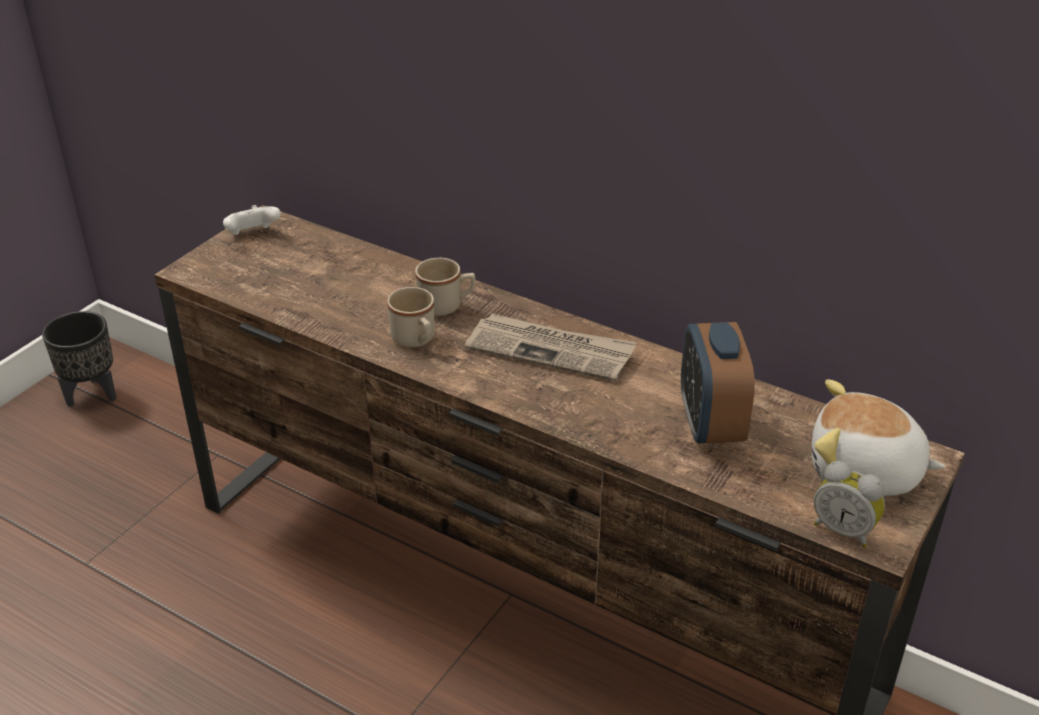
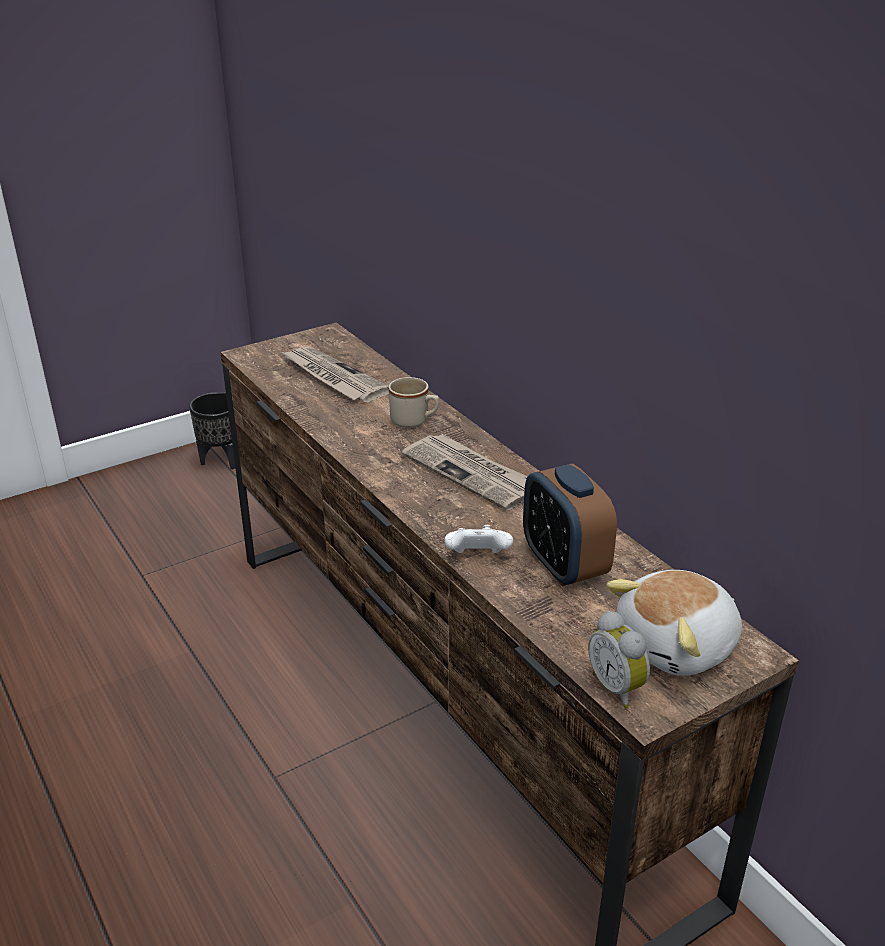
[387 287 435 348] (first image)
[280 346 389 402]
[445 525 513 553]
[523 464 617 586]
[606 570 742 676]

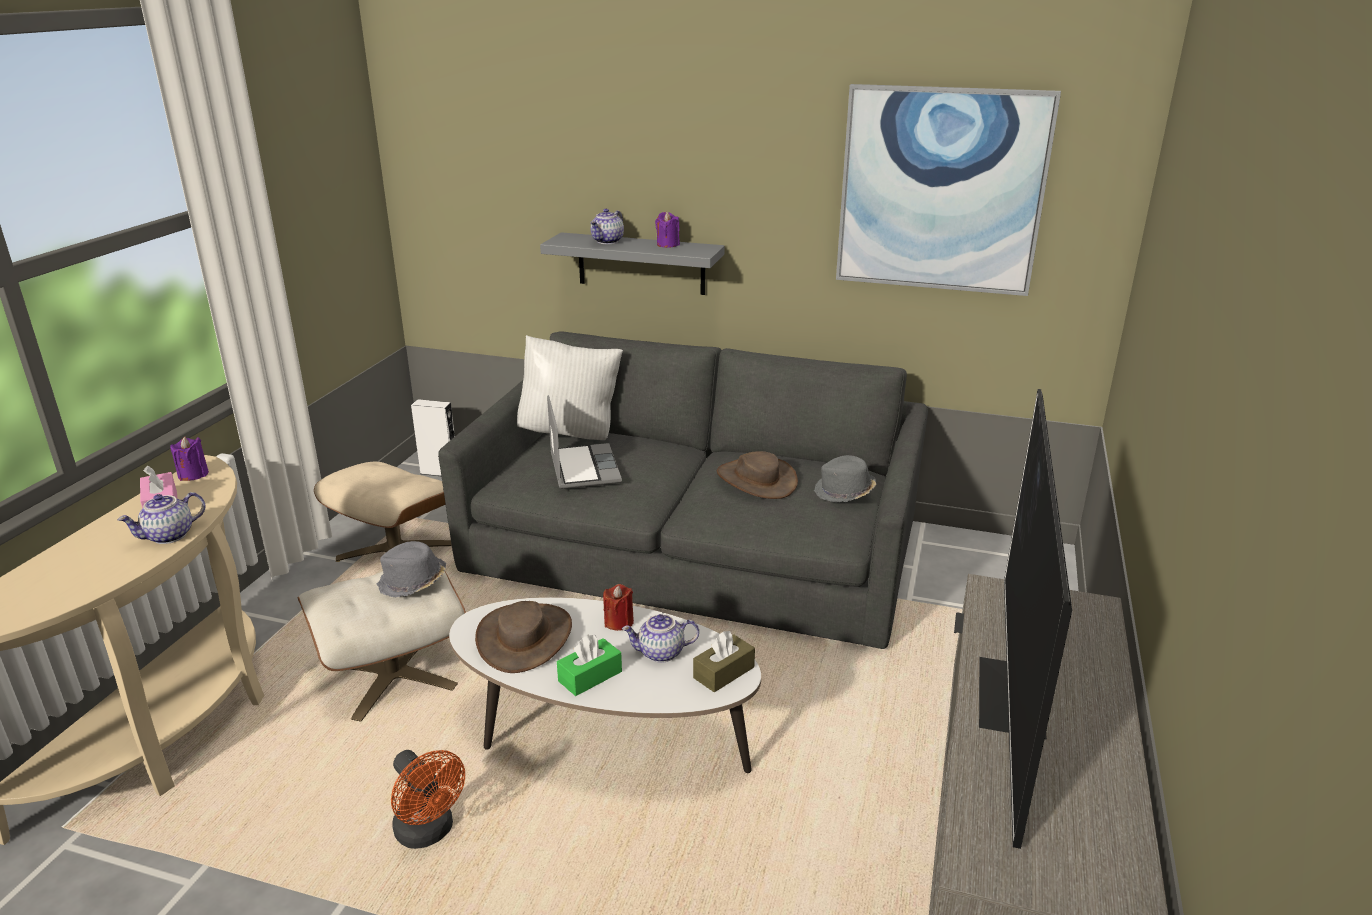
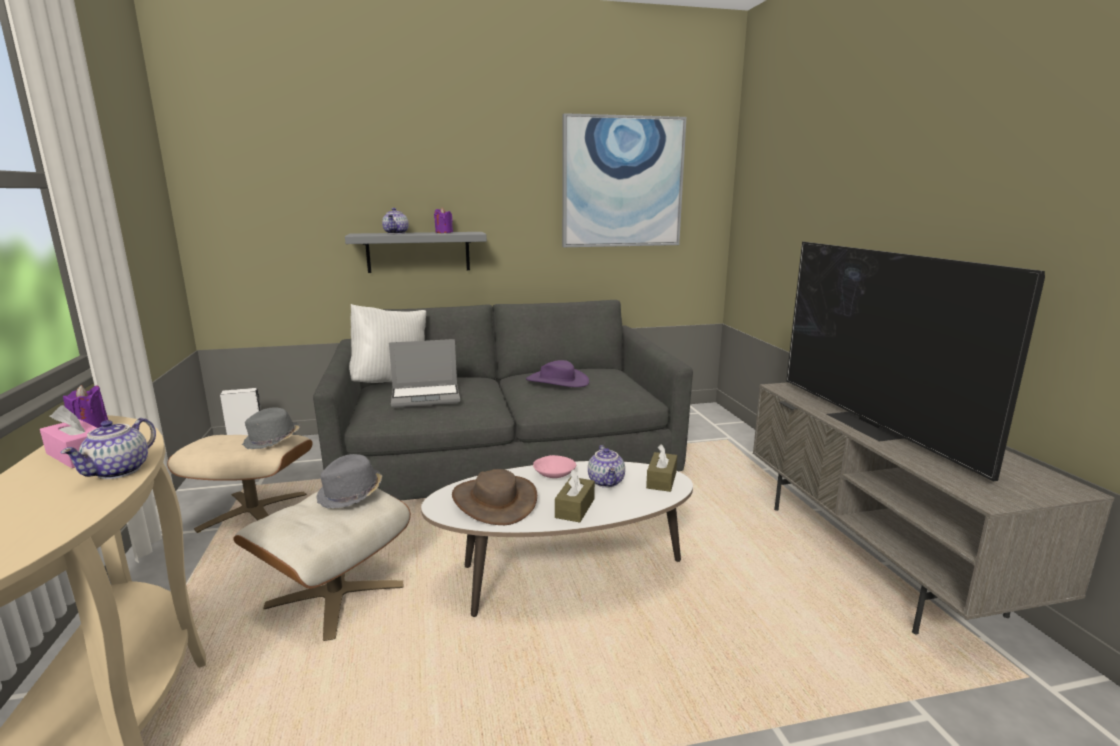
[391 750 465 849] (first image)
[242 407 300 449]
[533 455 576 478]
[555 469 595 522]
[526 360 589 387]
[389 339 460 408]
[588 445 625 488]

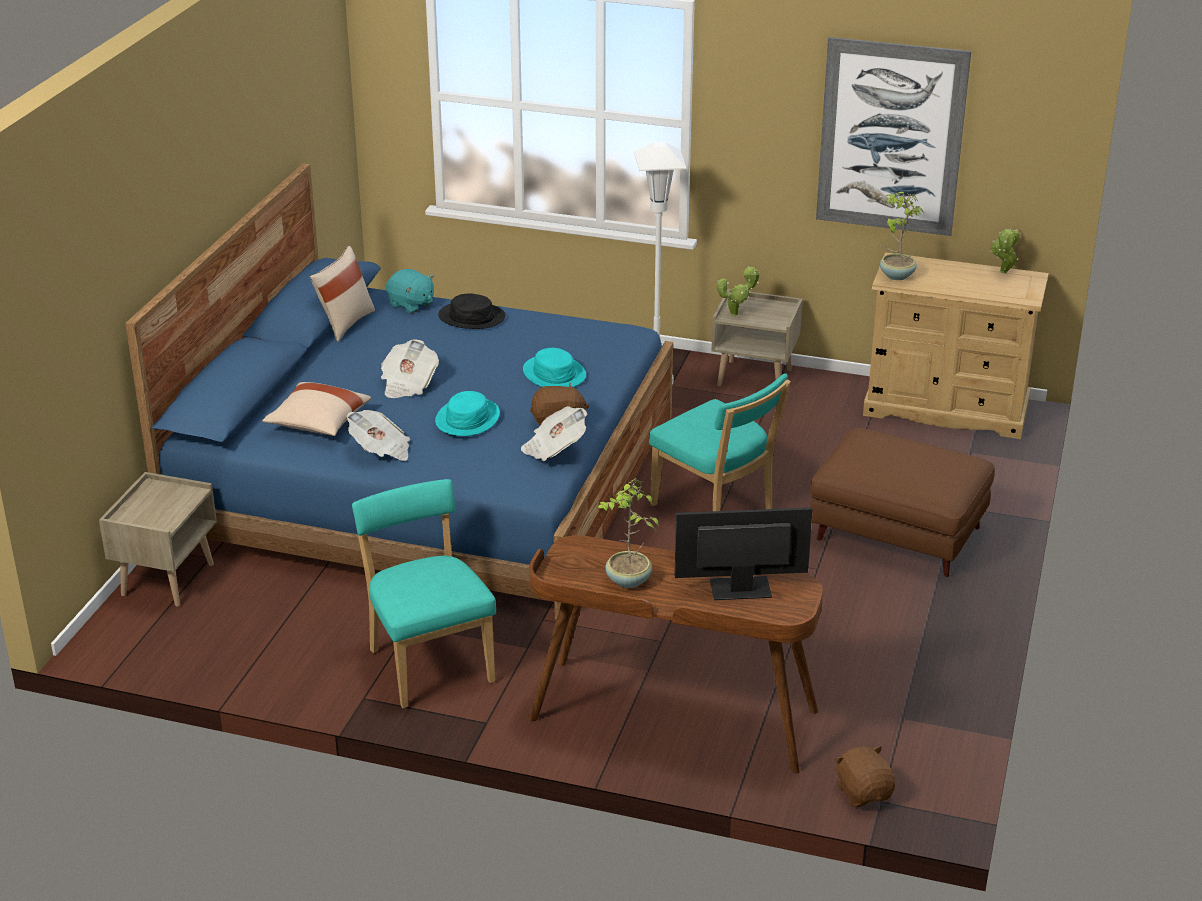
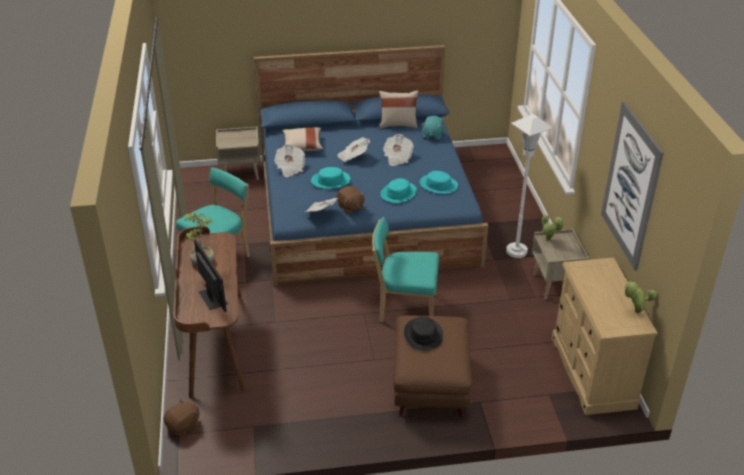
[880 192 923 280] (first image)
[383 134 414 166]
[419 171 458 194]
[404 317 443 350]
[372 217 439 322]

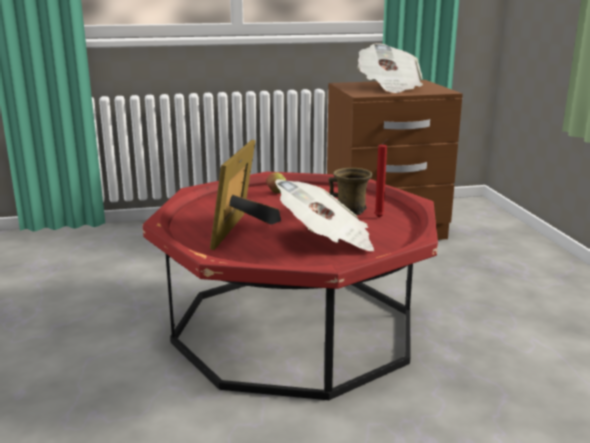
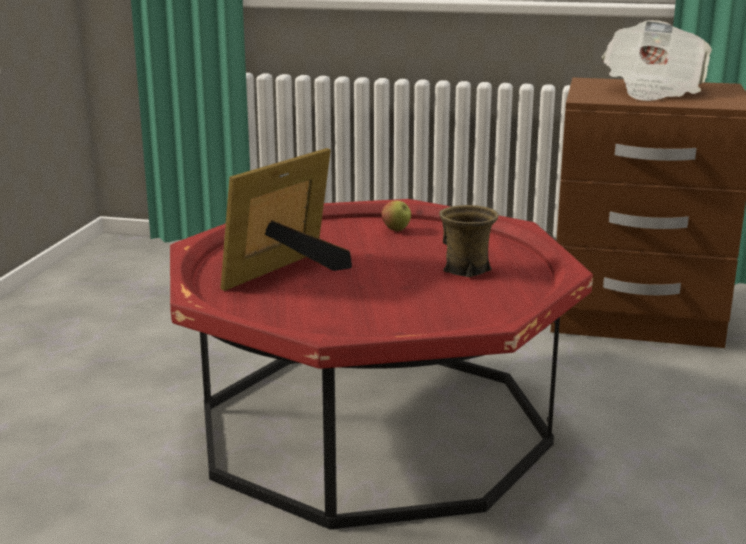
[275 179 374 251] (first image)
[374 139 389 218] (first image)

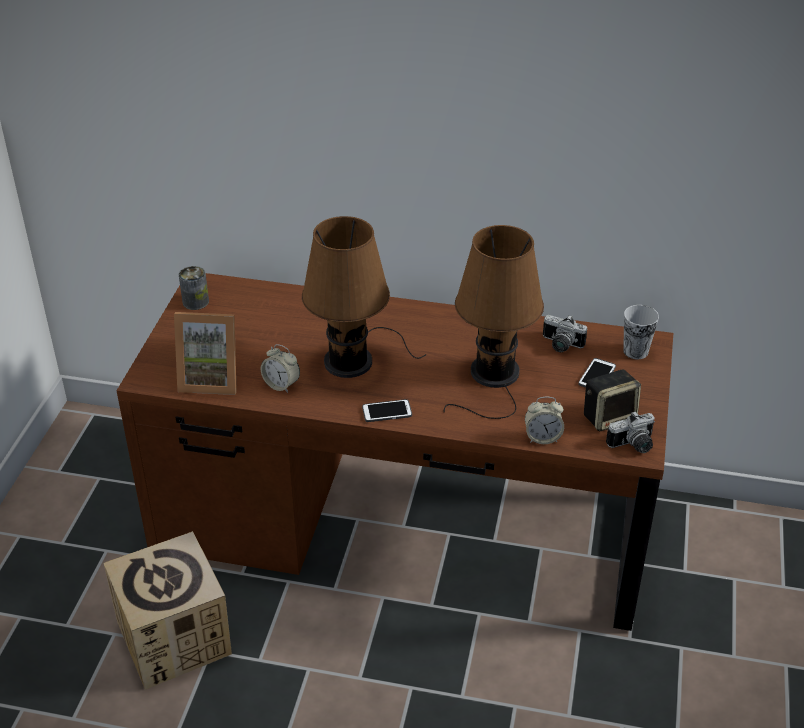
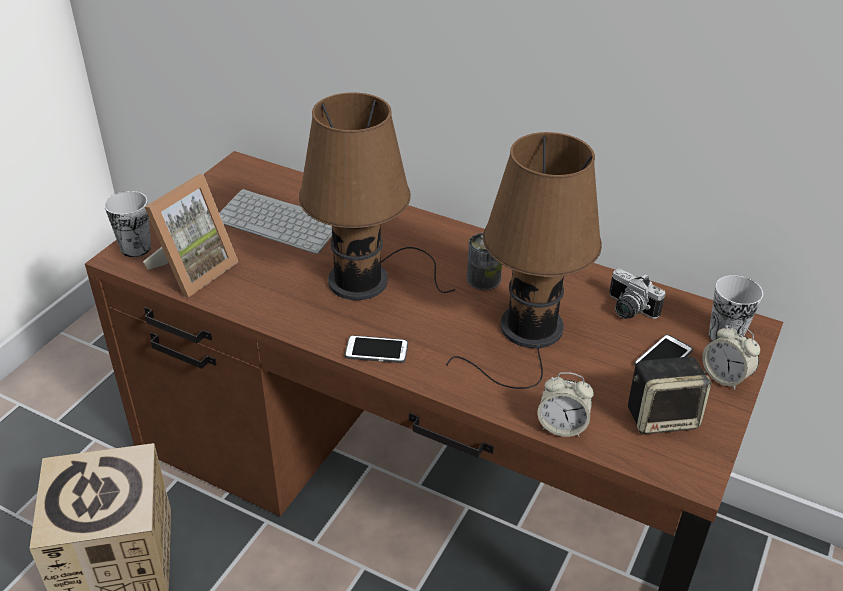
[606 411 655 453] (first image)
[104 191 151 257]
[219 189 332 254]
[467 233 502 290]
[702 323 760 390]
[143 174 238 297]

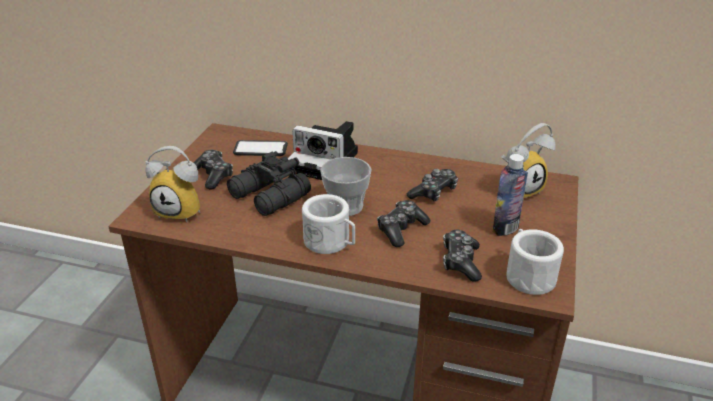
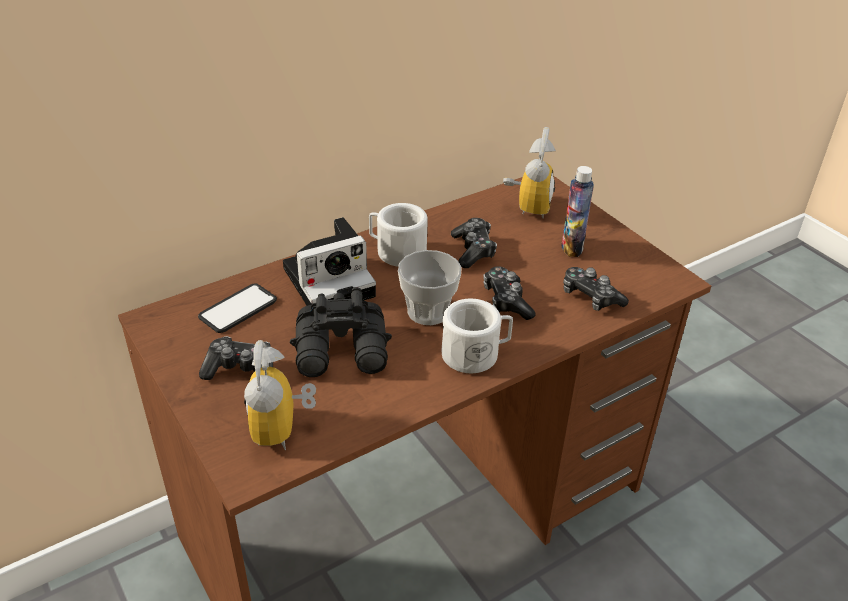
[369 203 428 267]
[244 340 316 450]

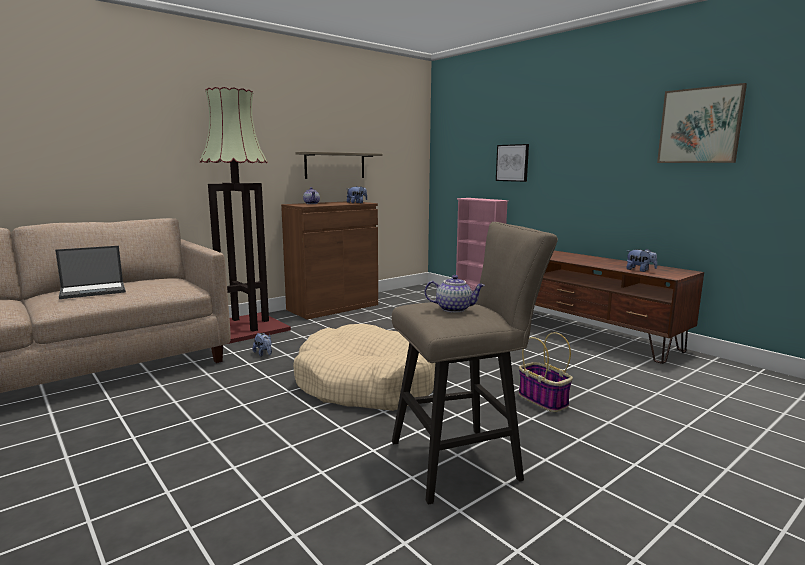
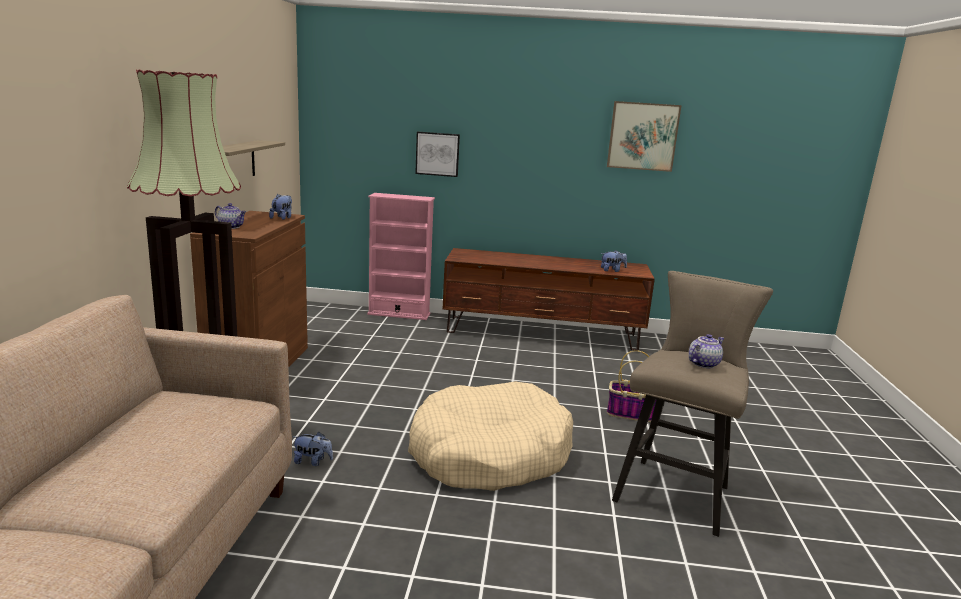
[55 246 126 299] (first image)

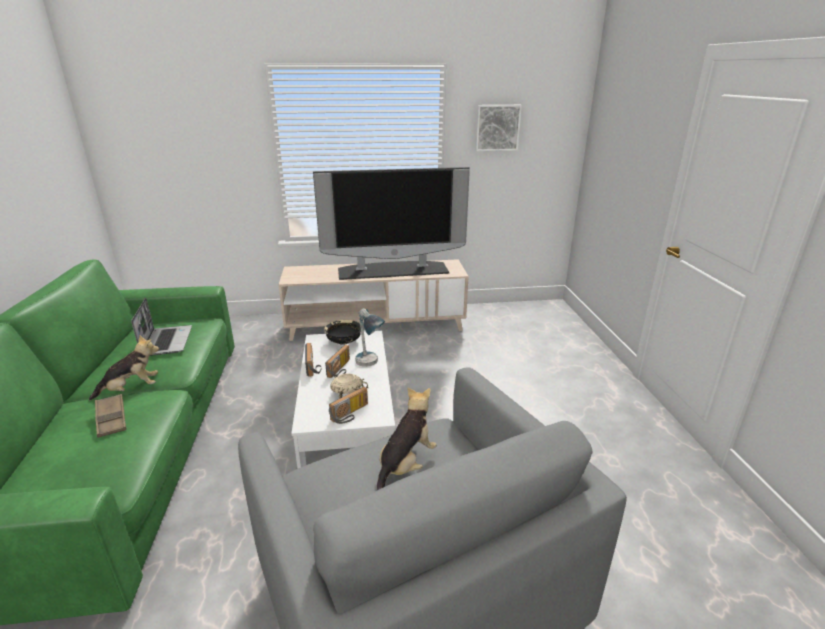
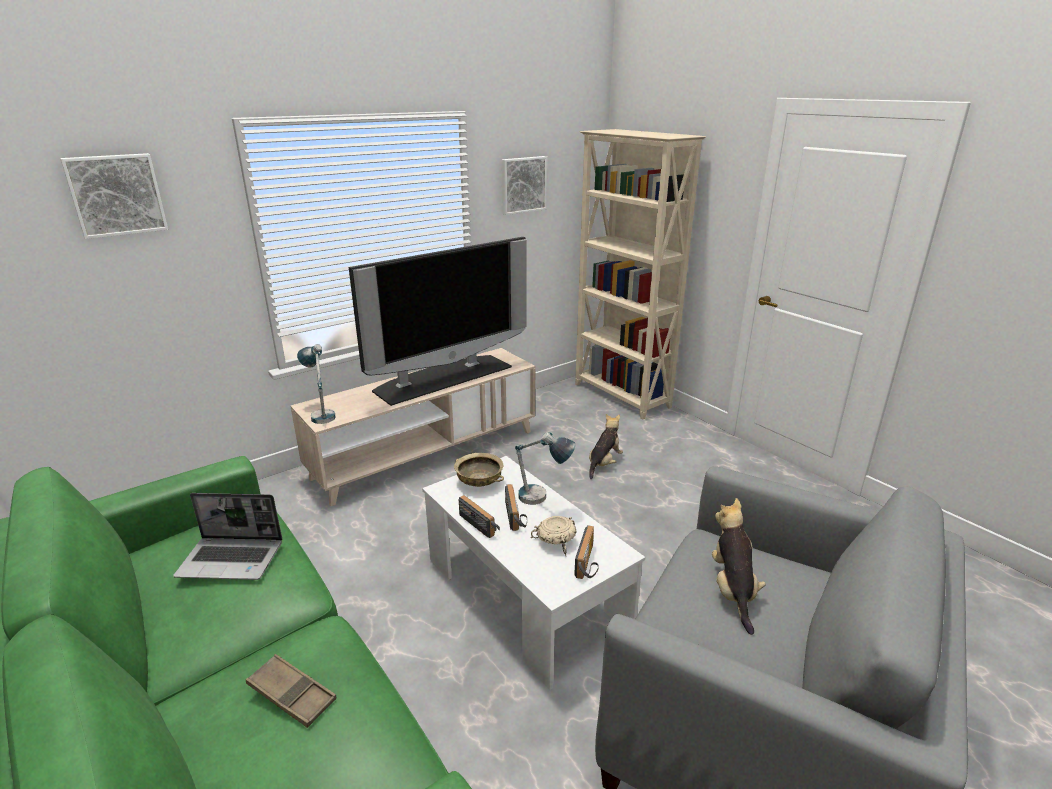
[60 153 168 239]
[297 344 336 424]
[575 129 706 420]
[589 414 623 479]
[454 453 504 487]
[173 493 282 580]

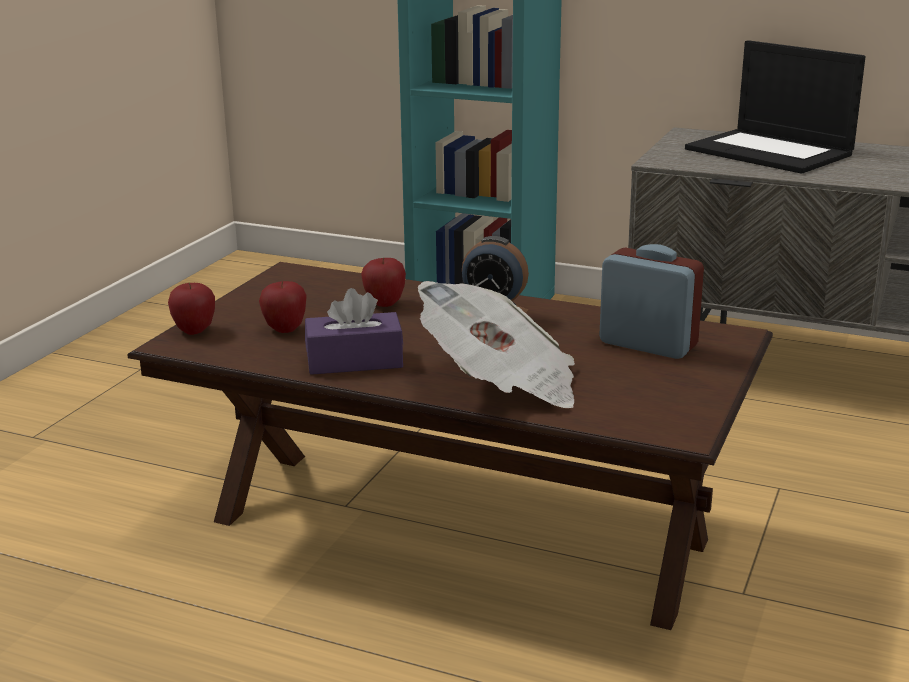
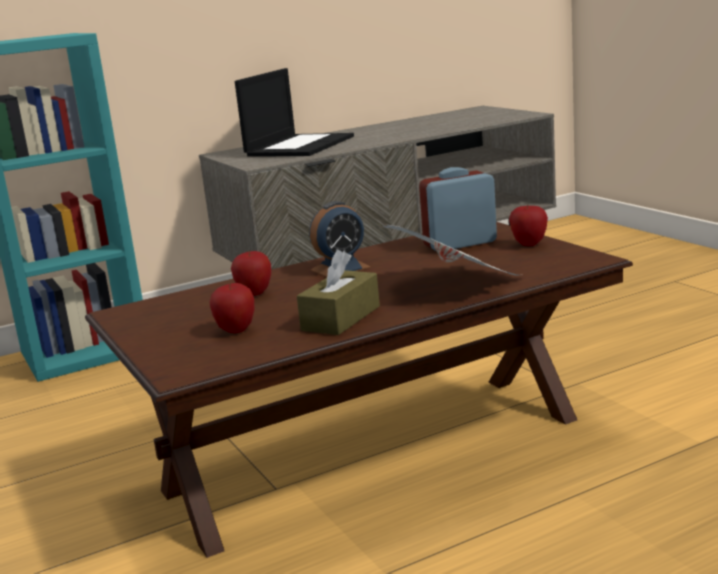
[509 206 548 246]
[297 250 380 335]
[235 68 354 157]

